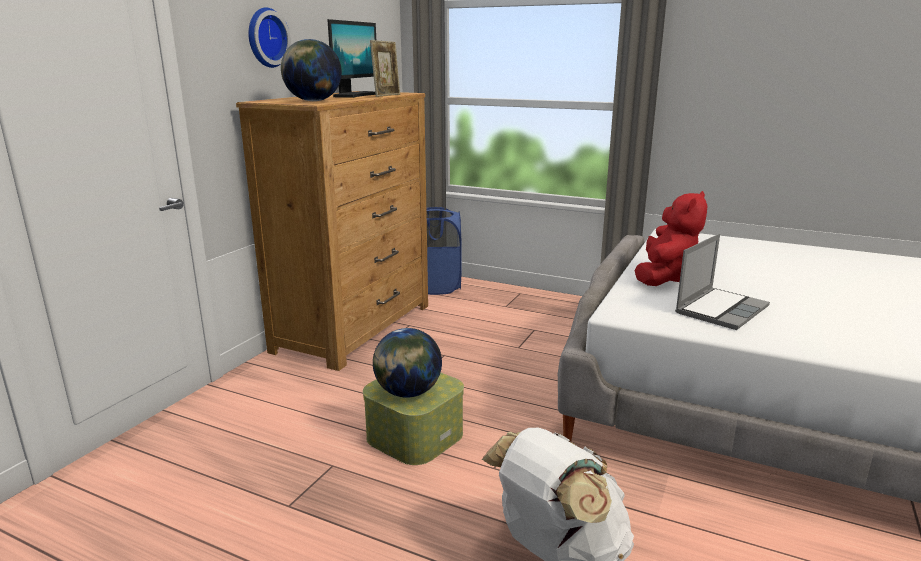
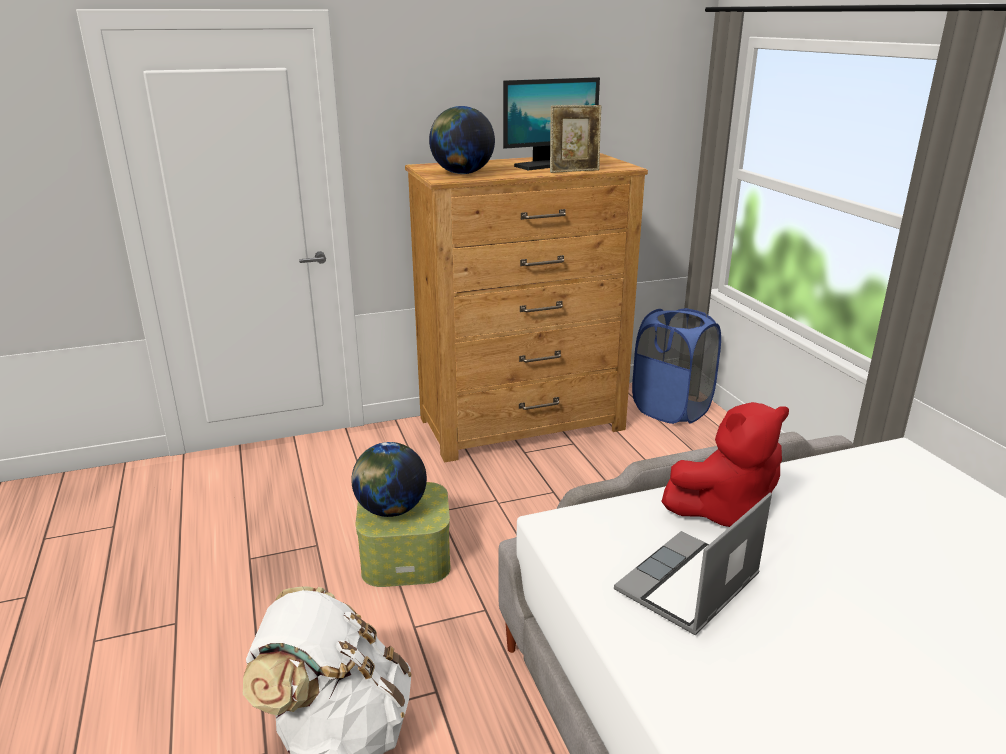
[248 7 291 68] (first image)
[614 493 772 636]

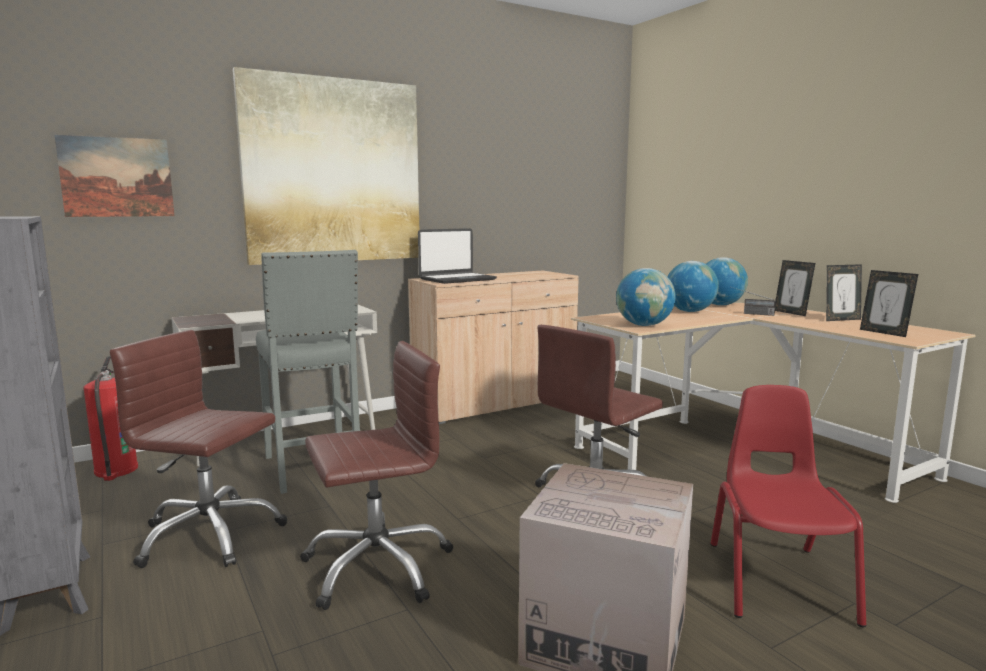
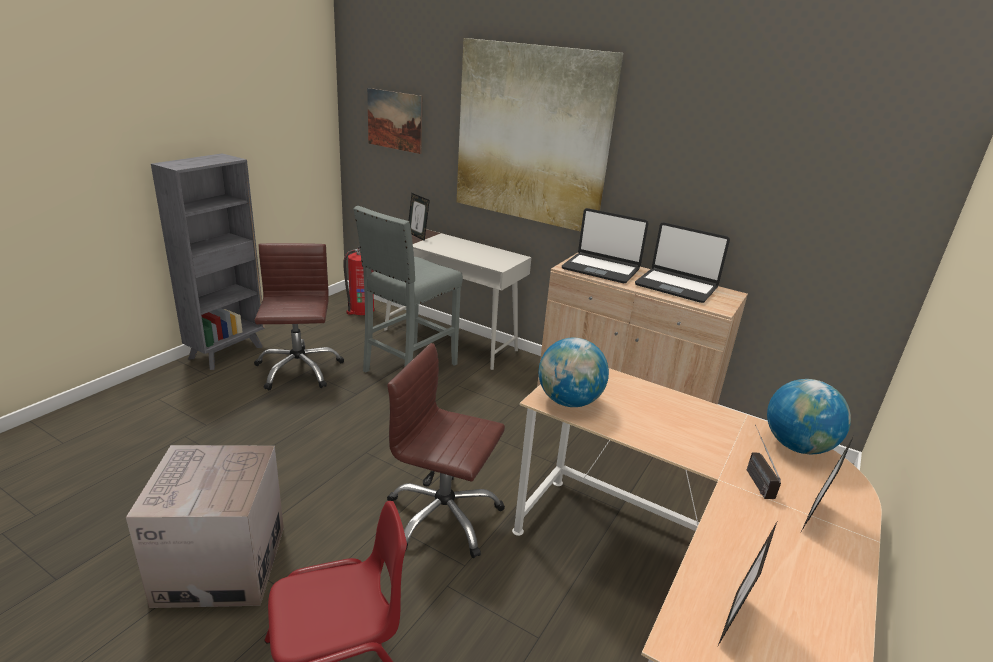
[300 341 453 610] (first image)
[667 261 719 312] (first image)
[635 222 730 303]
[409 193 430 241]

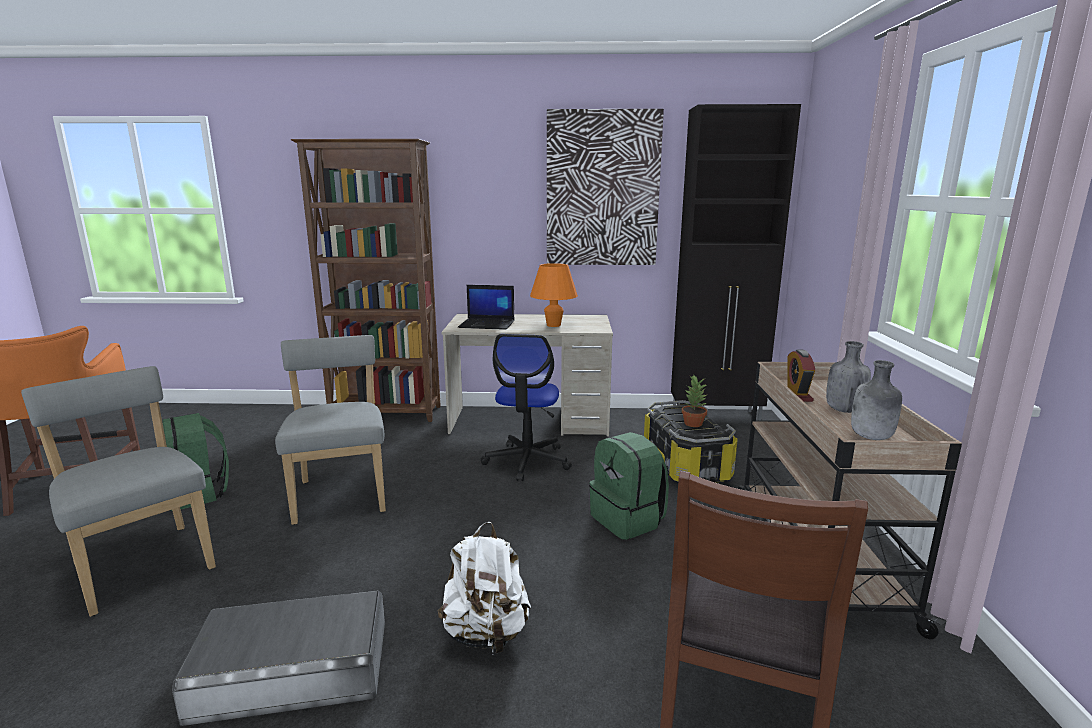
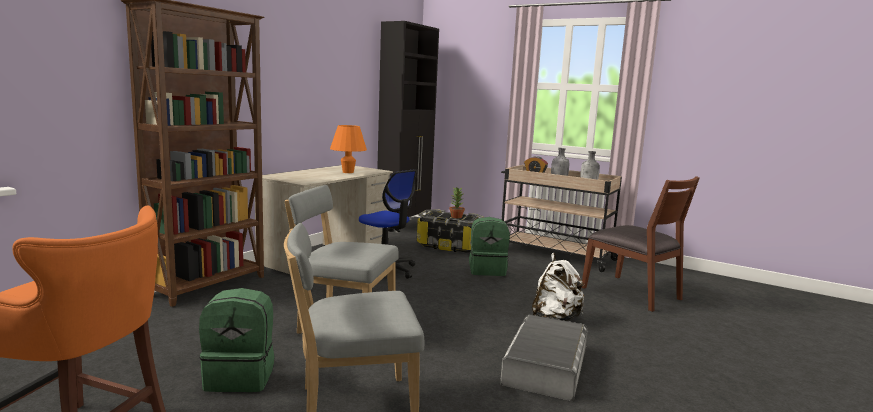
[458 285 514 330] (first image)
[547 109 664 265] (first image)

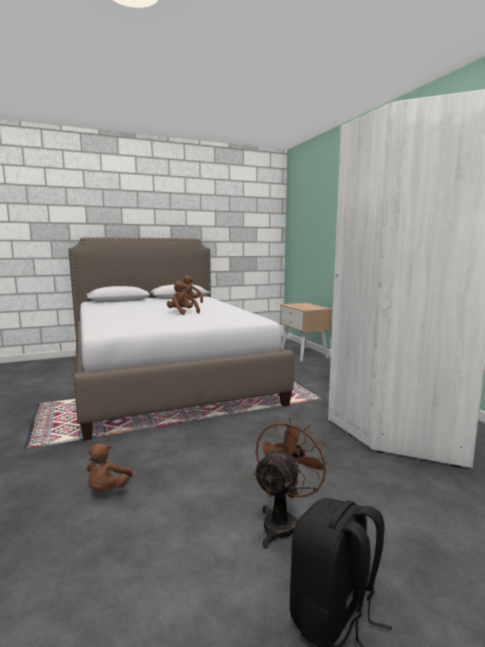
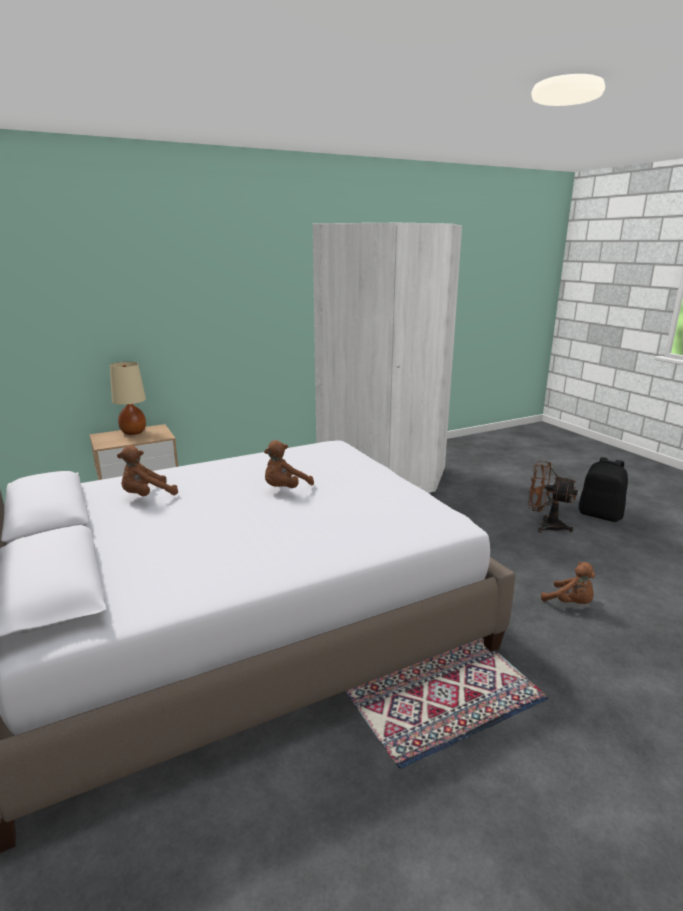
[110 362 146 435]
[541 562 595 604]

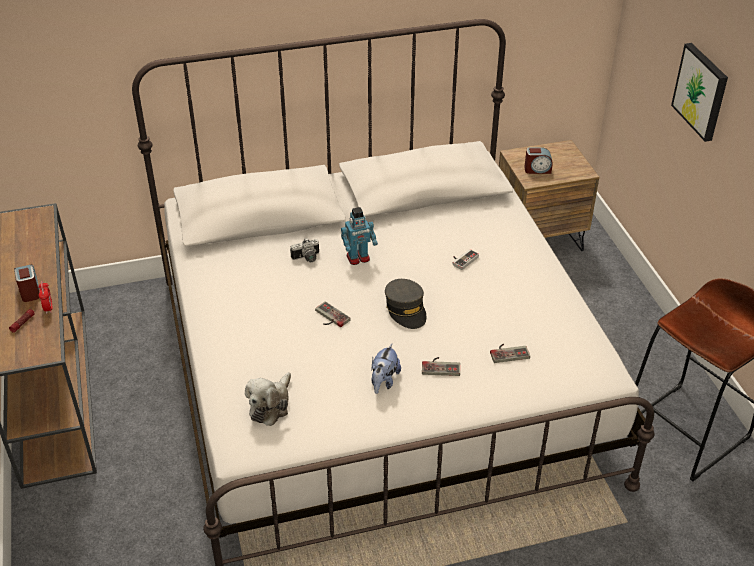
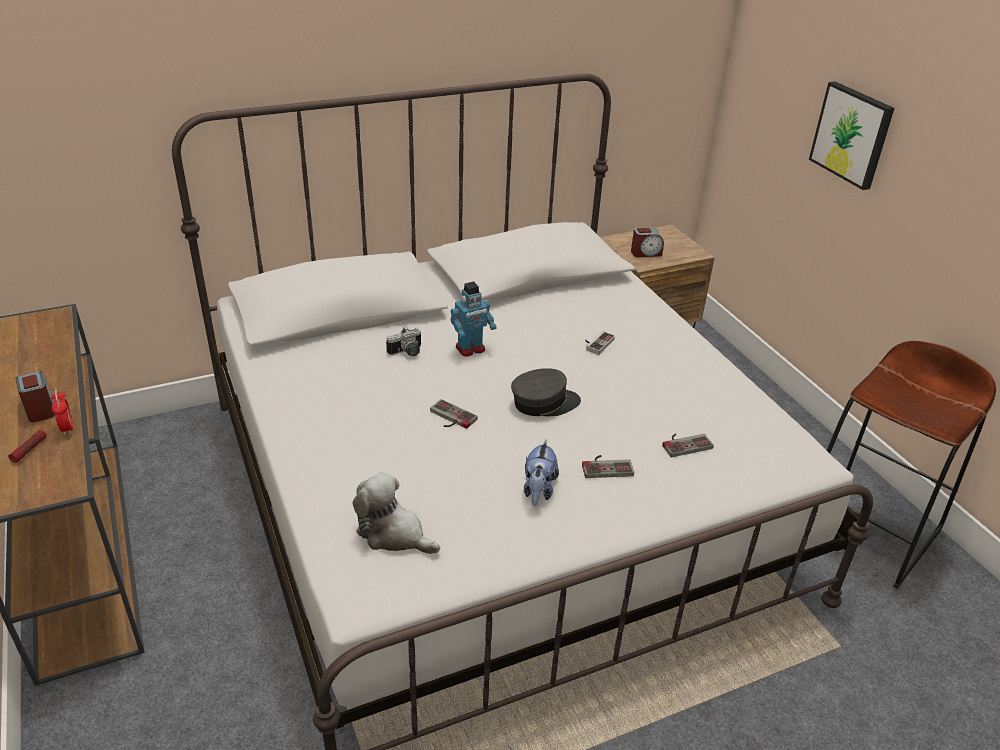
[352 472 440 554]
[511 368 581 416]

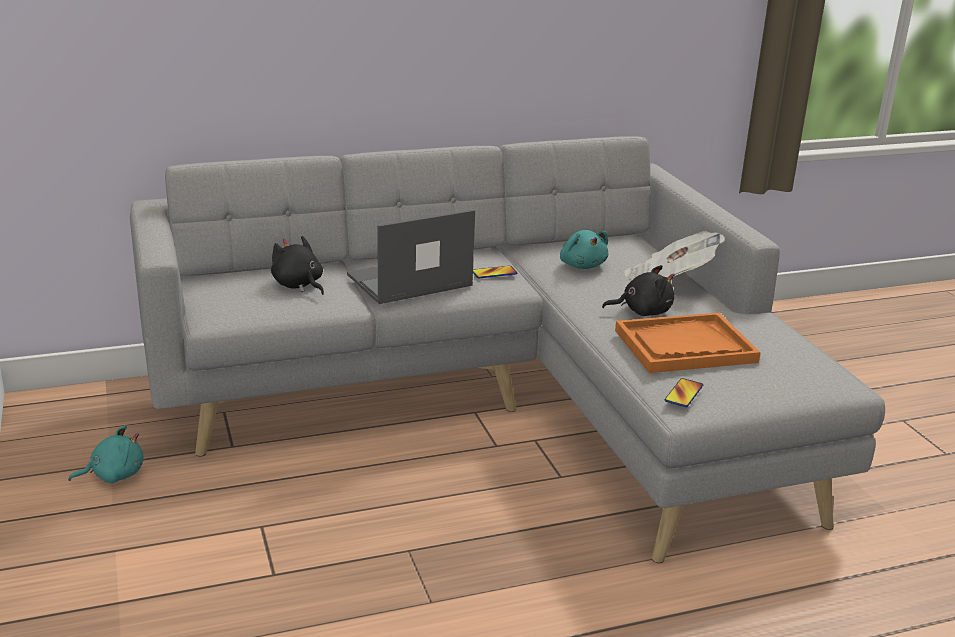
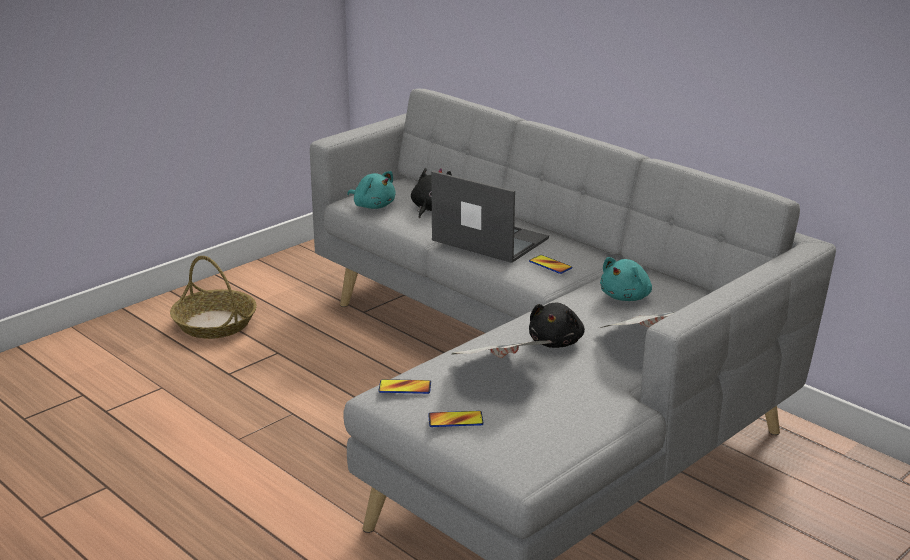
[170 256 257 339]
[428 411 484 427]
[347 171 396 209]
[452 341 551 358]
[529 303 585 348]

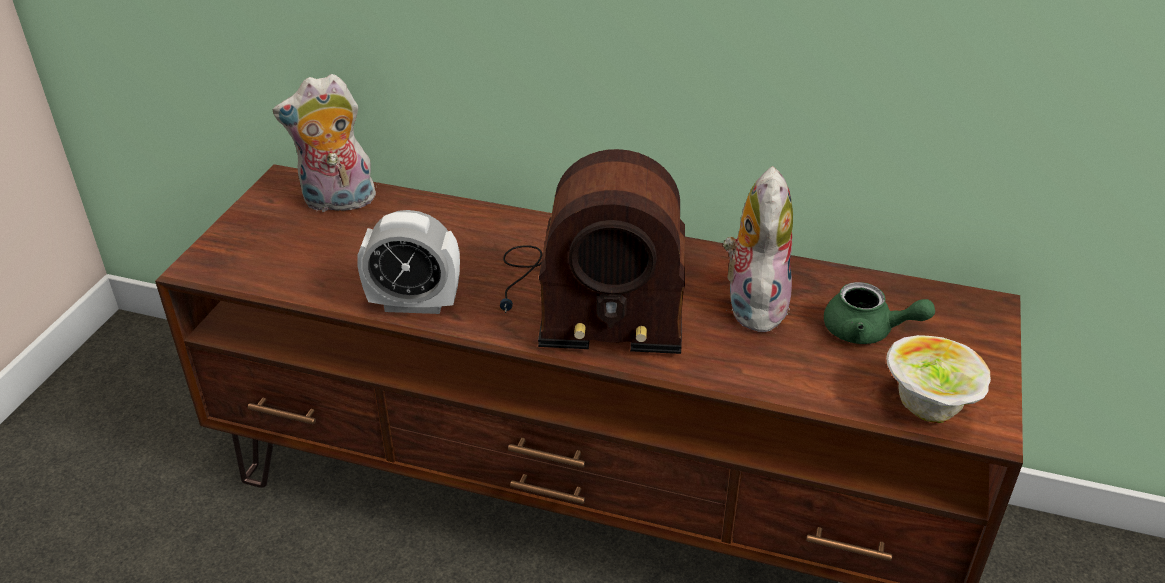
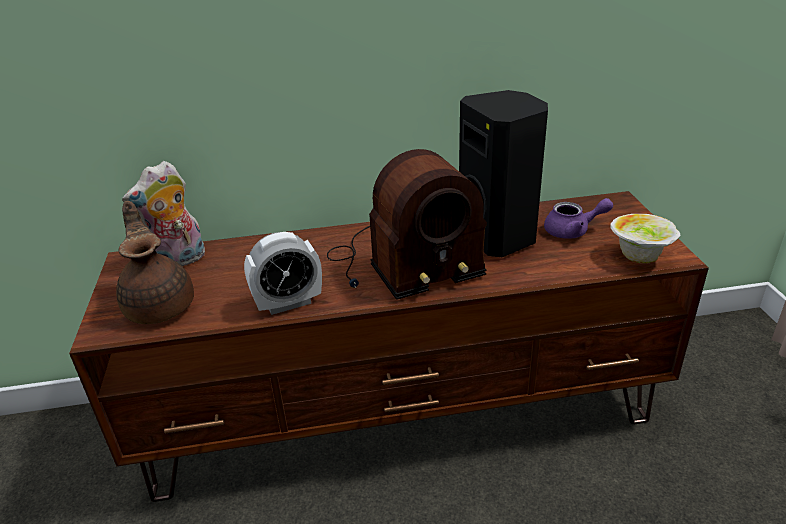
[116 201 194 324]
[459 90 548 257]
[544 198 613 239]

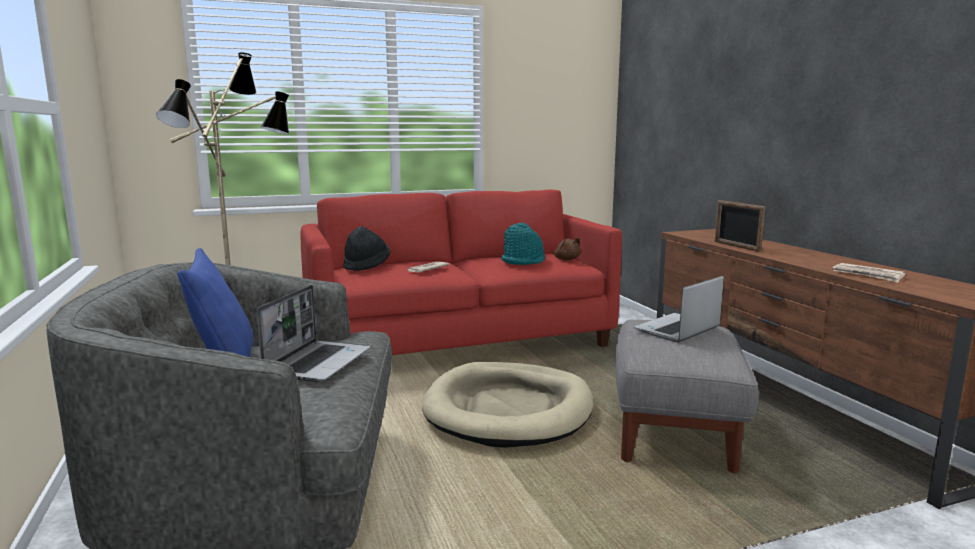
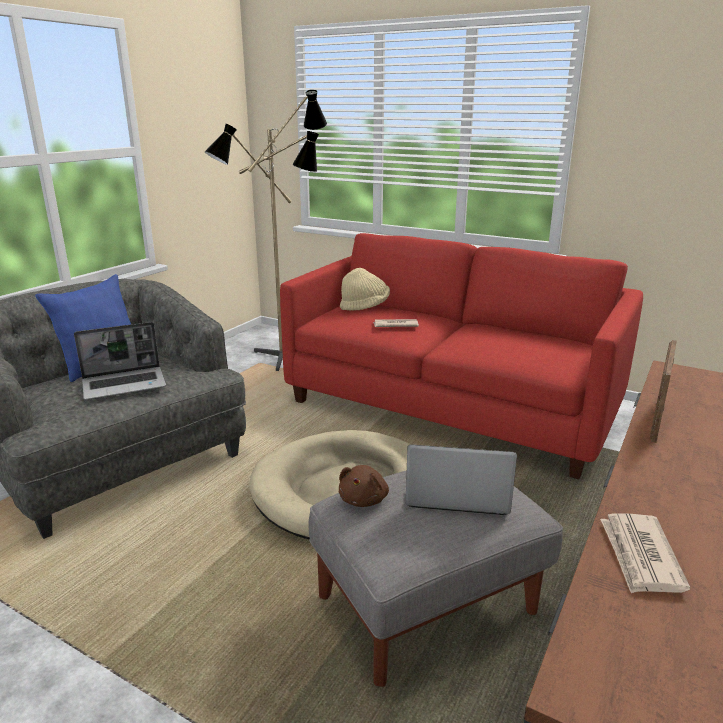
[501 223 545 265] (first image)
[339 465 389 507]
[340 268 390 311]

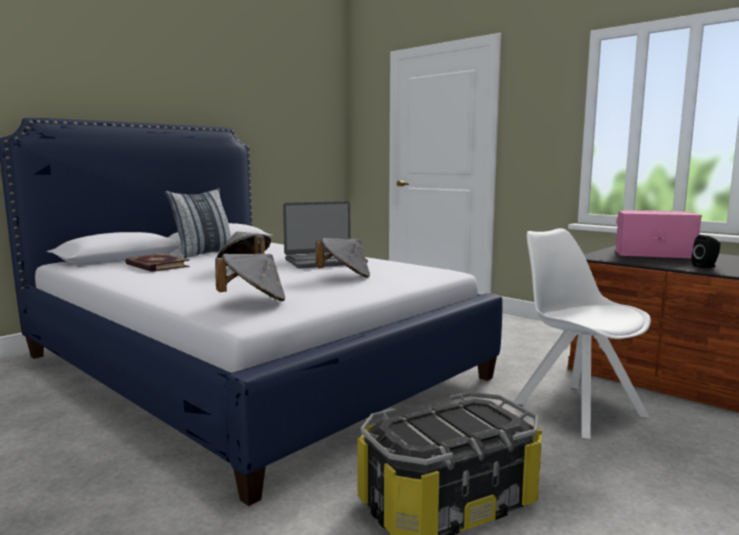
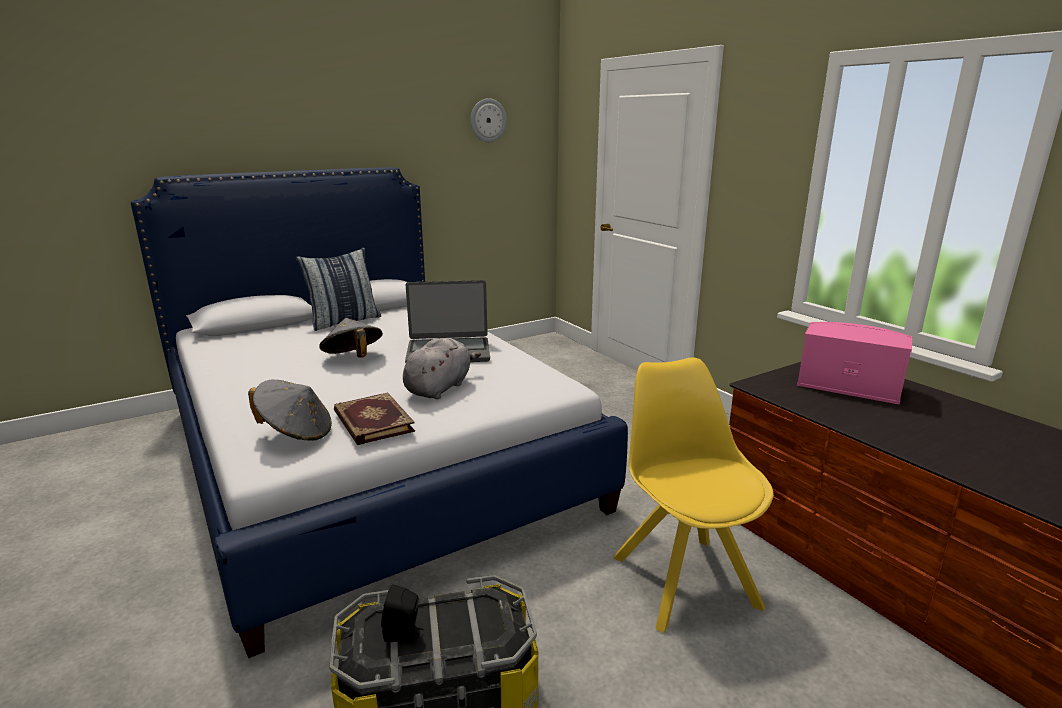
[470 98 507 142]
[334 392 415 445]
[381 584 424 642]
[403 338 481 399]
[613 357 773 633]

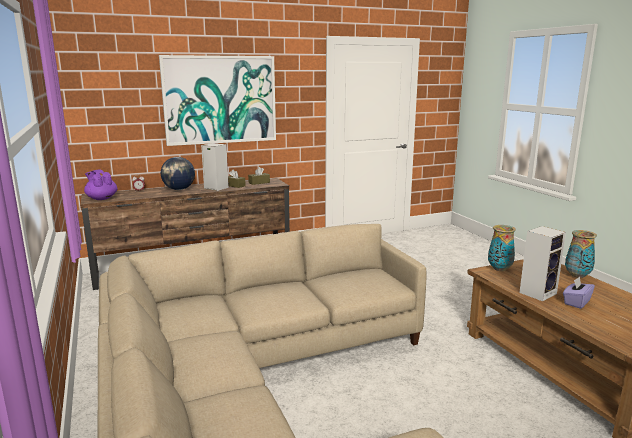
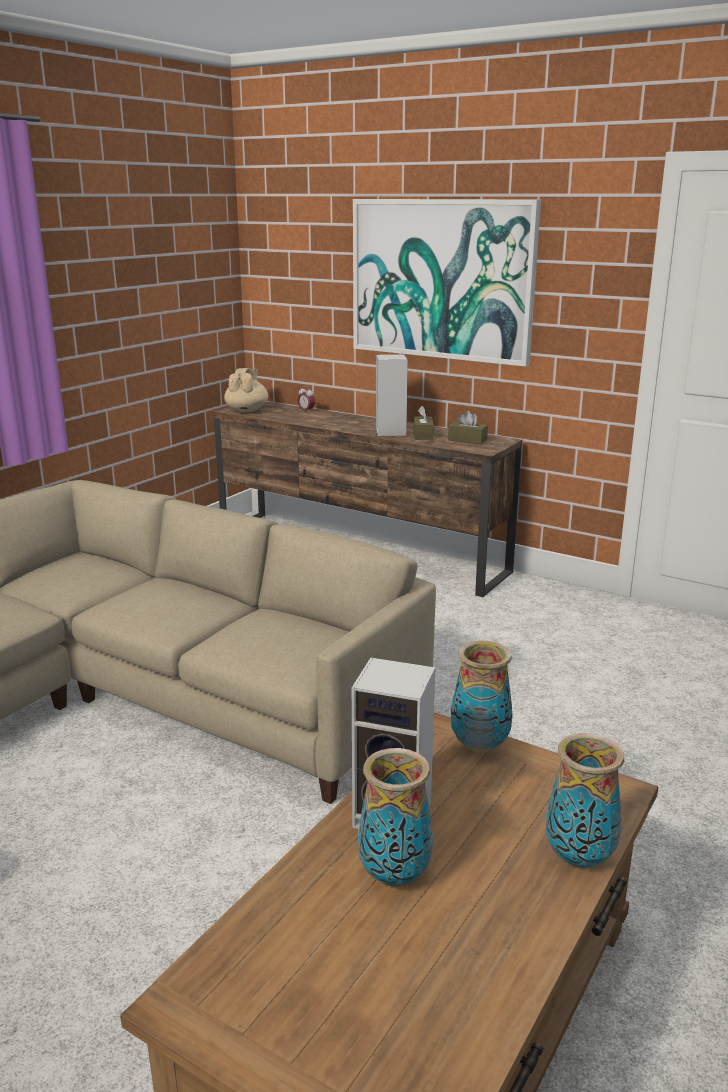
[161 157 195 190] (first image)
[358 748 433 887]
[224 368 268 412]

